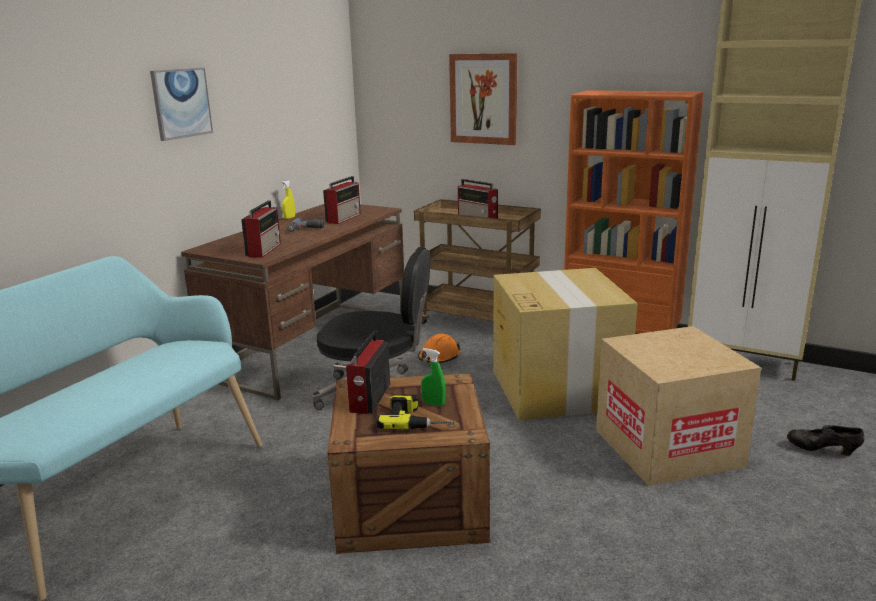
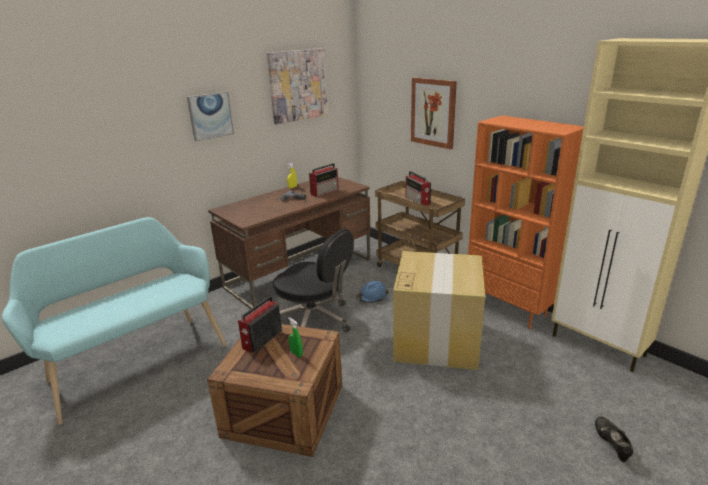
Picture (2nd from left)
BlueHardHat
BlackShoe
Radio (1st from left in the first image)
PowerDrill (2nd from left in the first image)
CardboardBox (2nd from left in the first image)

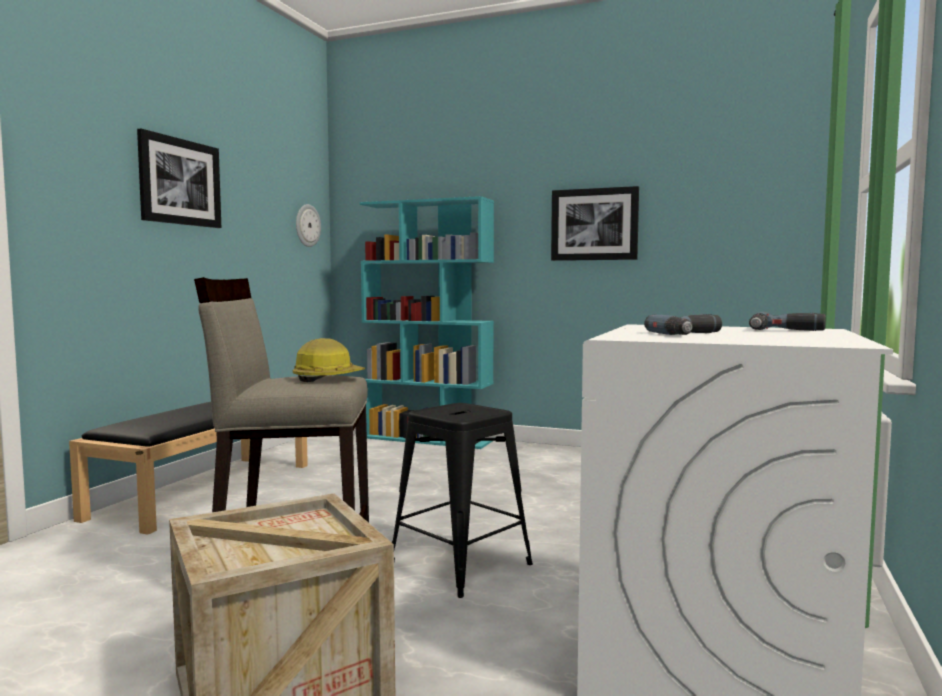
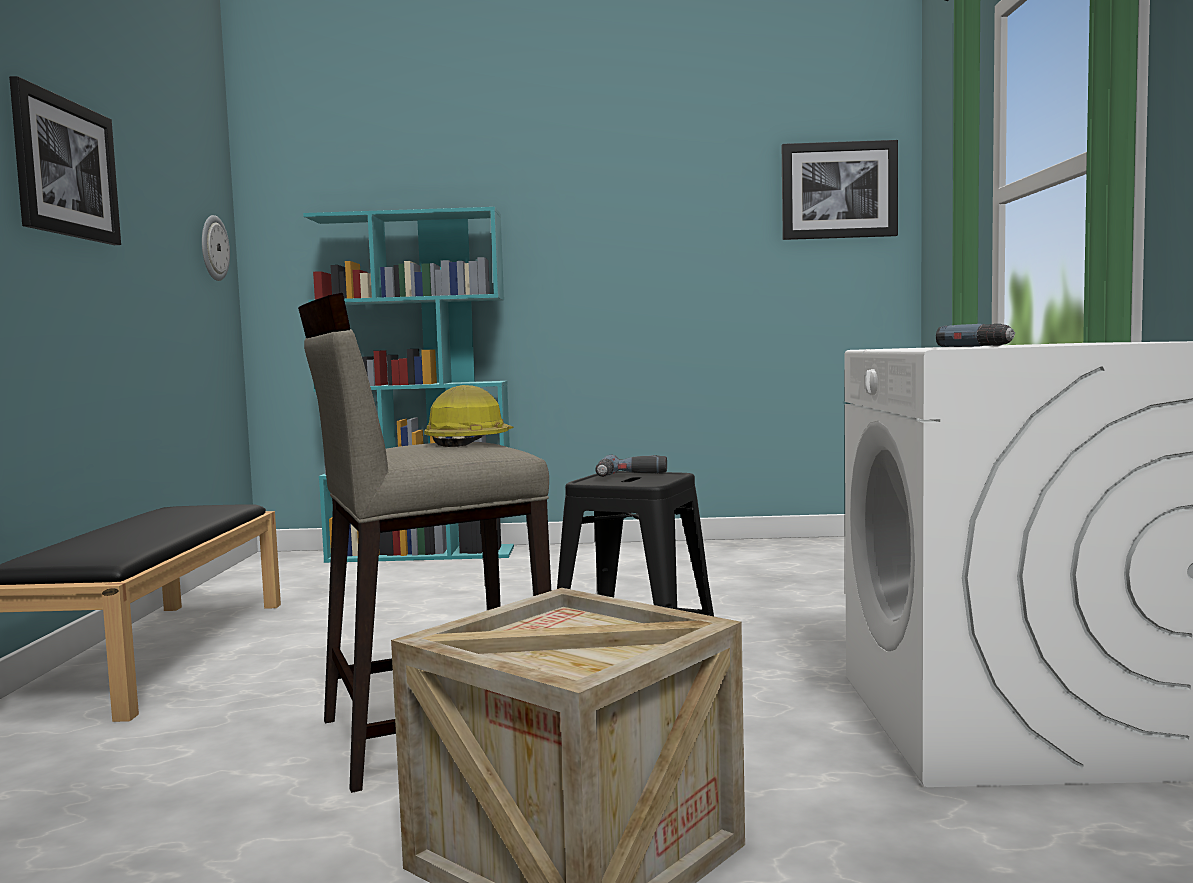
PowerDrill (1st from left)
Picture (2nd from left)

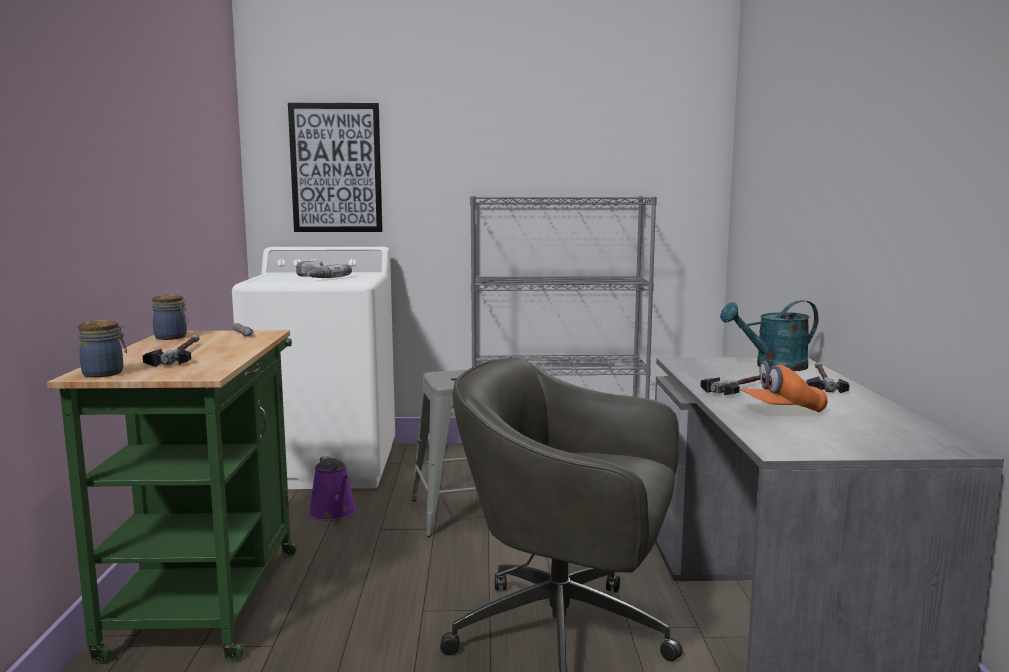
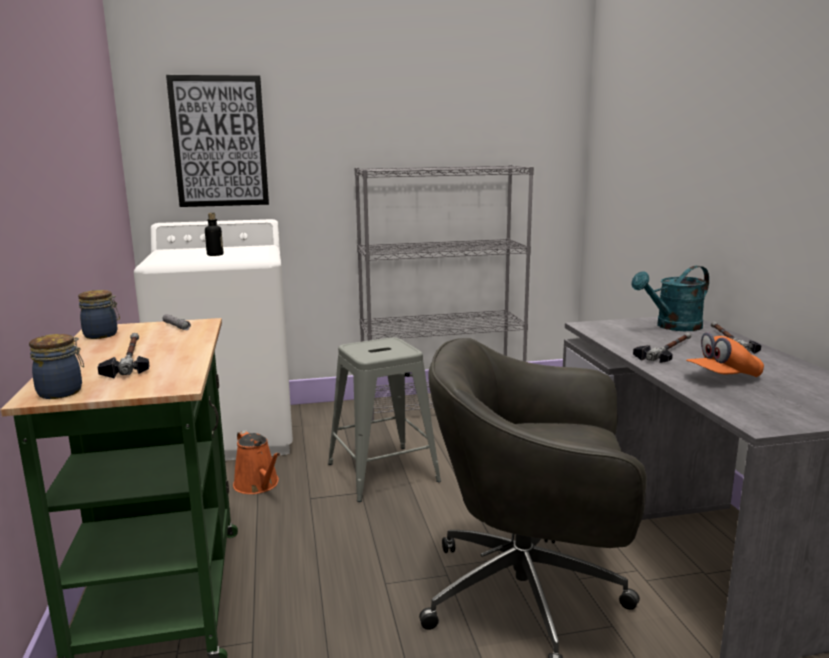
Bottle
OrangeWateringCan

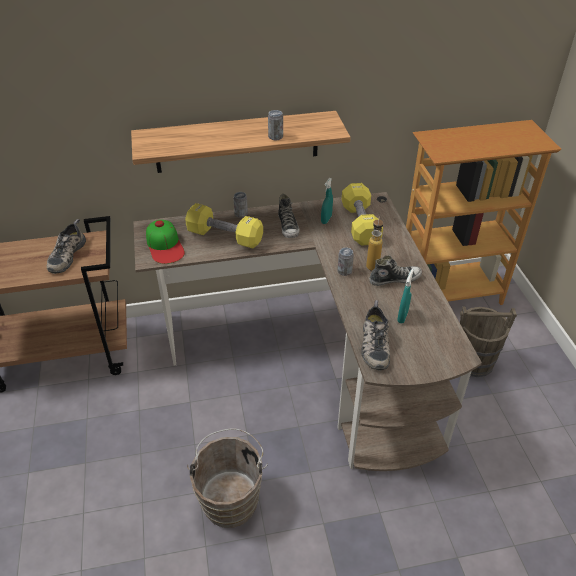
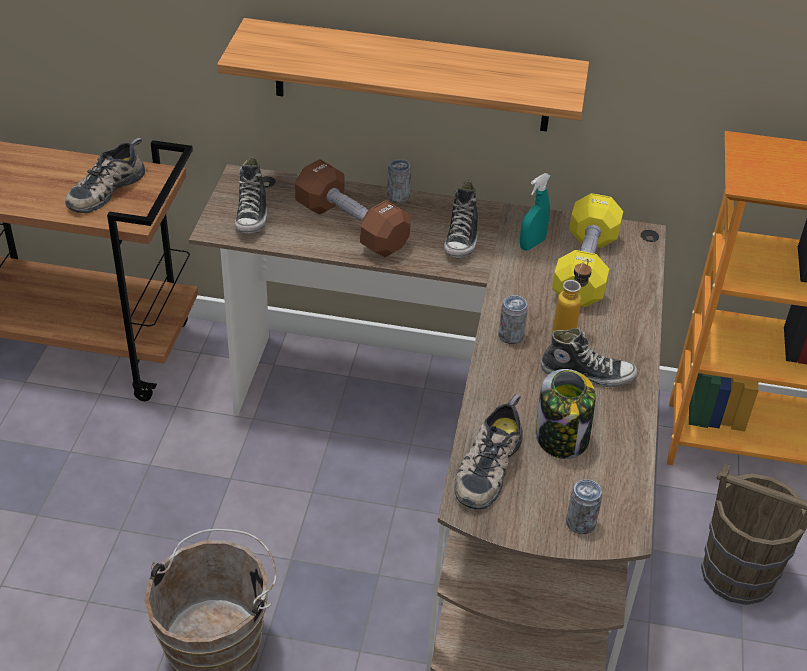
Shoe (2nd from left)
BrownDumbbell
Jar
Can (3rd from left)

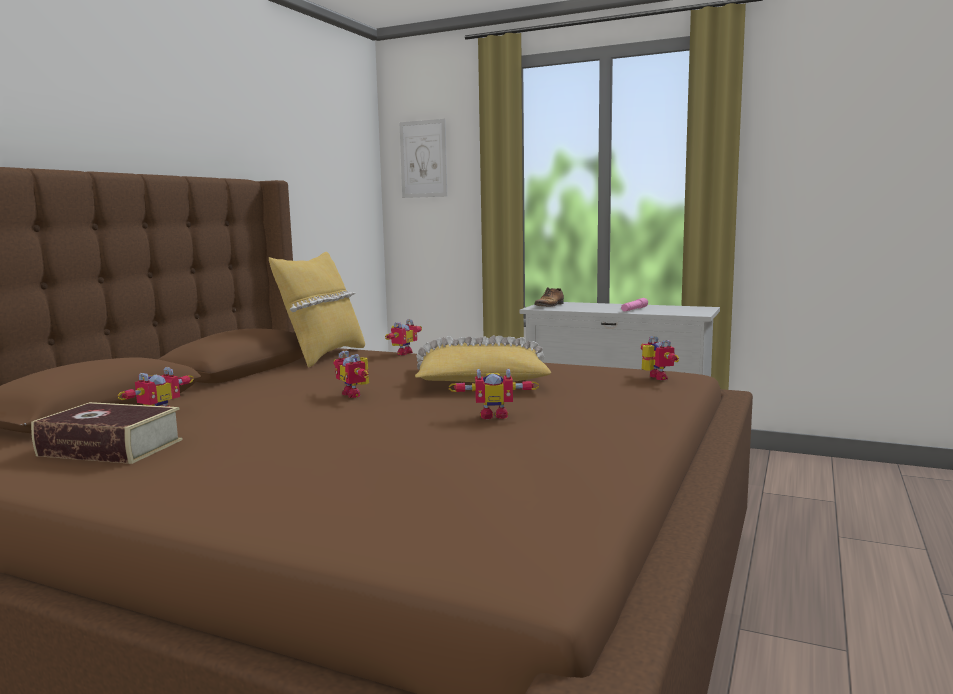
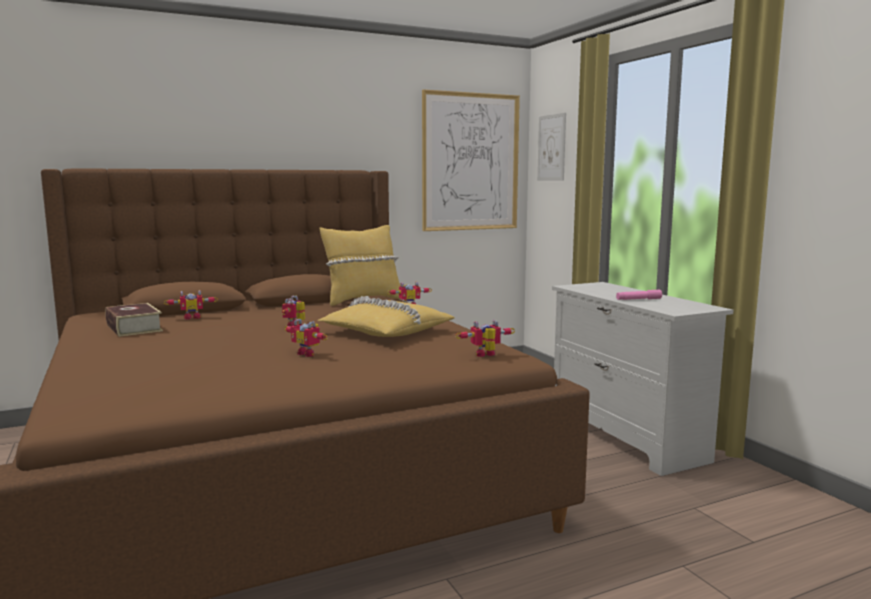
Picture (1st from left)
ToyRobot (5th from left)
Shoe

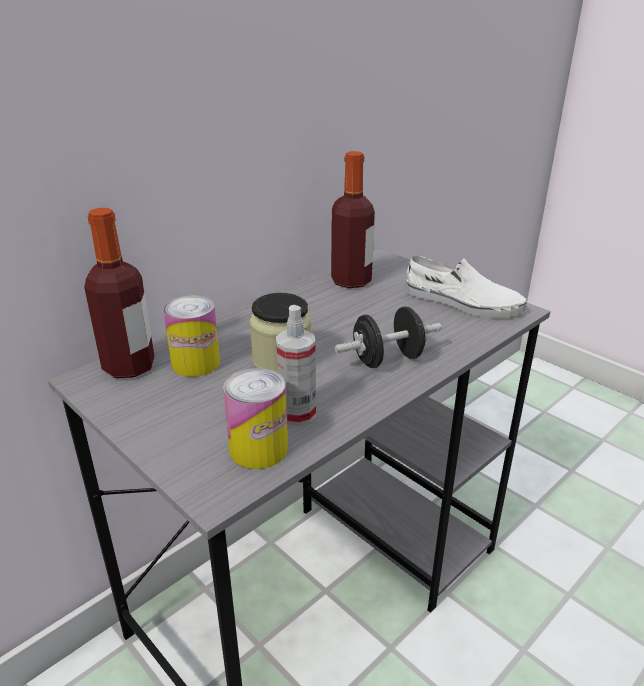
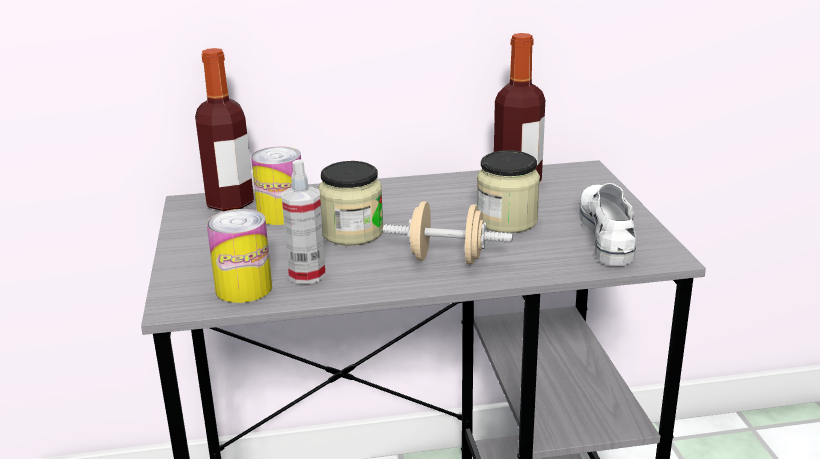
BeigeDumbbell
Jar (2nd from left)
WhiteShoe

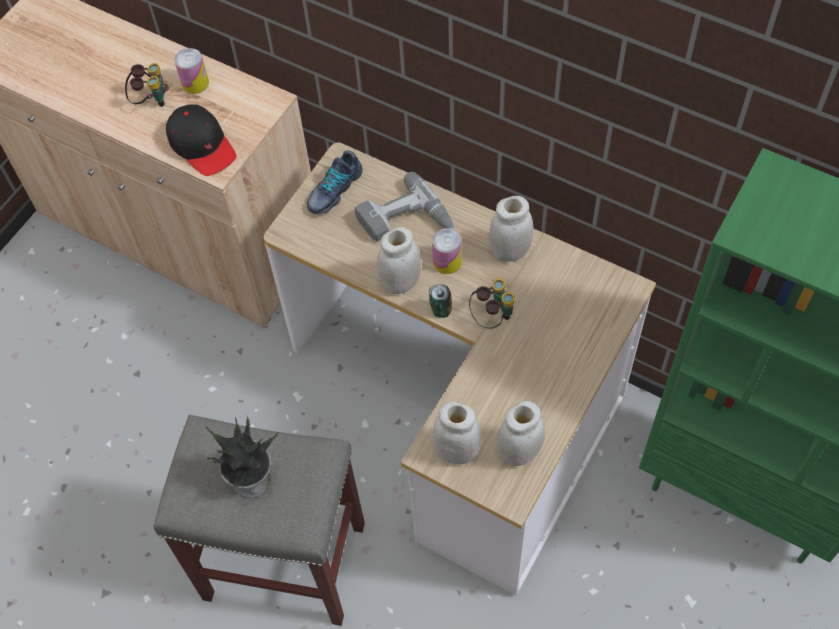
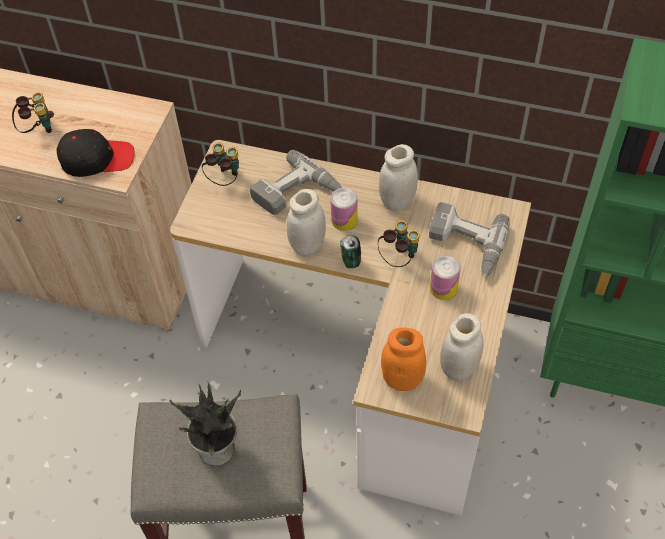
BlackCap
Binoculars (2nd from left)
OrangeJar
PowerDrill (2nd from left)
Can (3rd from left)

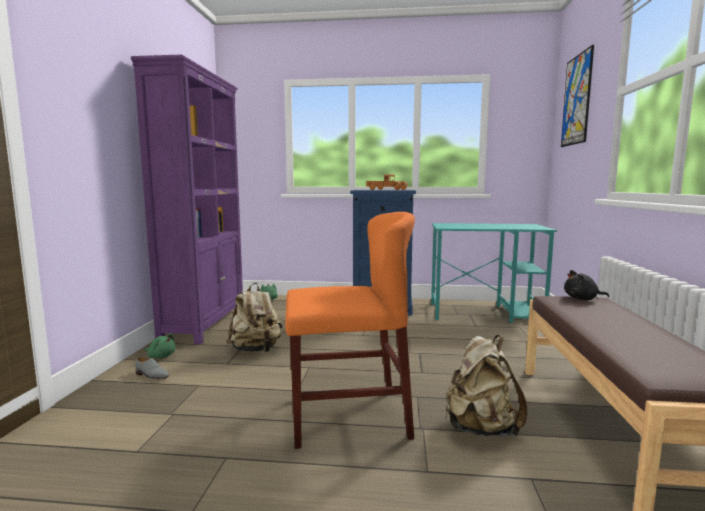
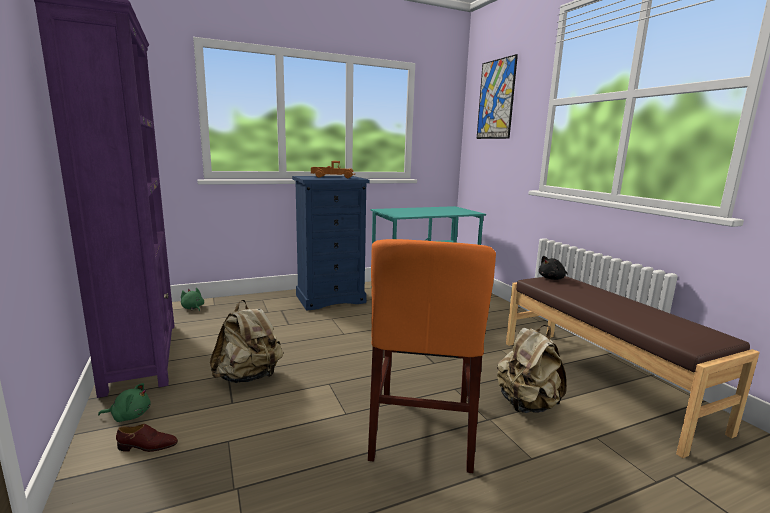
BrownShoe
OrangeChair

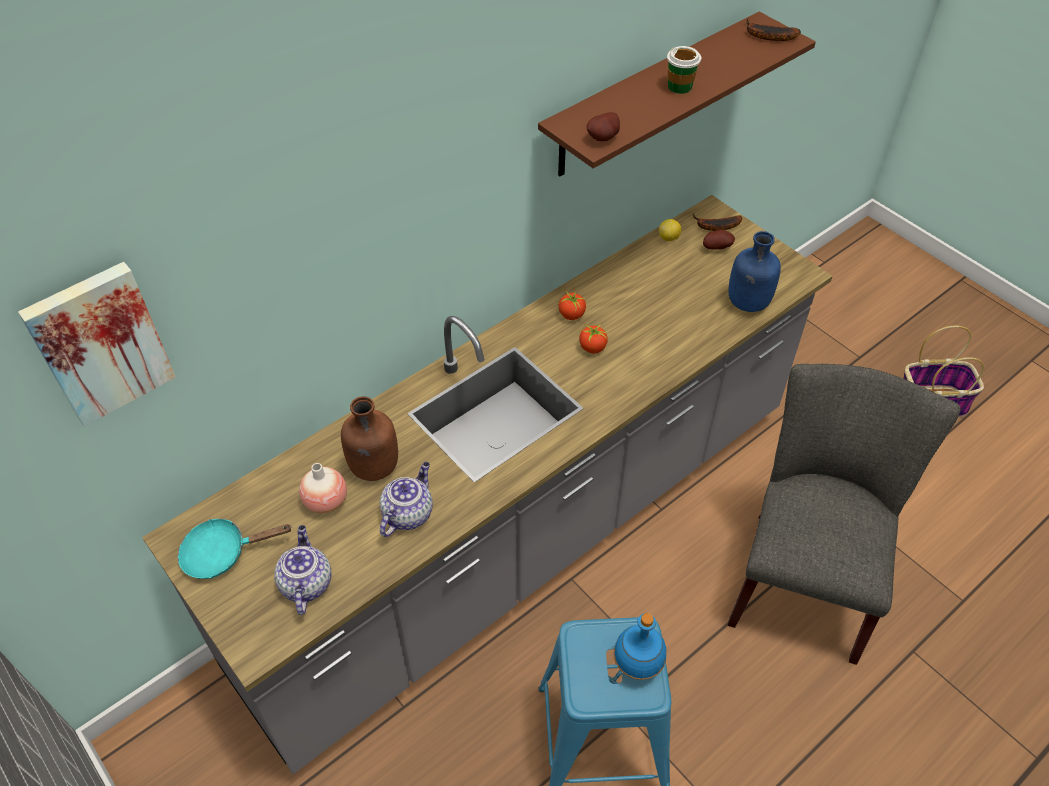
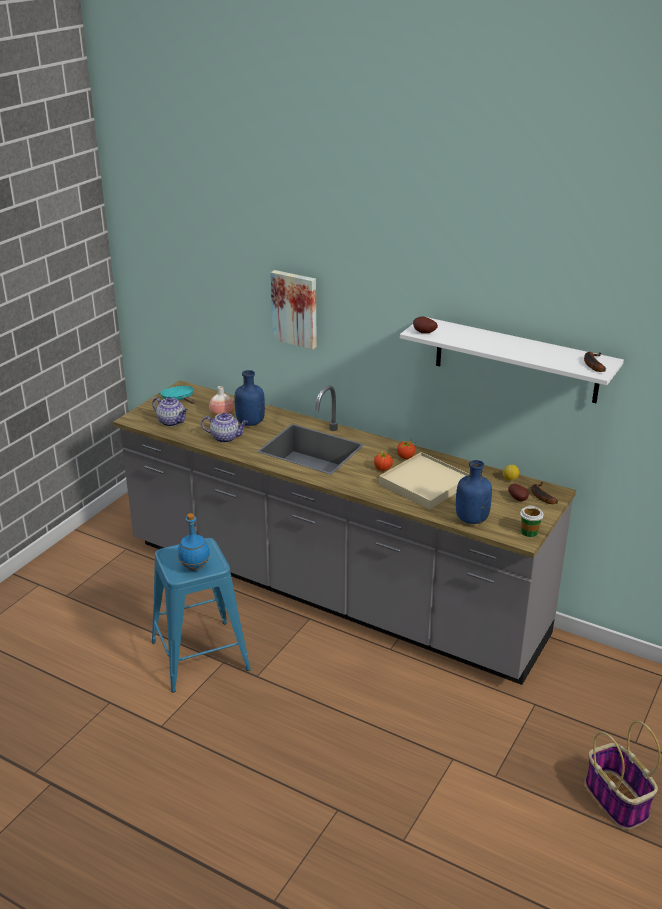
Teapot (1st from left)
BlueBottle (2nd from left)
Picture
BeigeTray
WhiteShelf
Cup
GreyChair

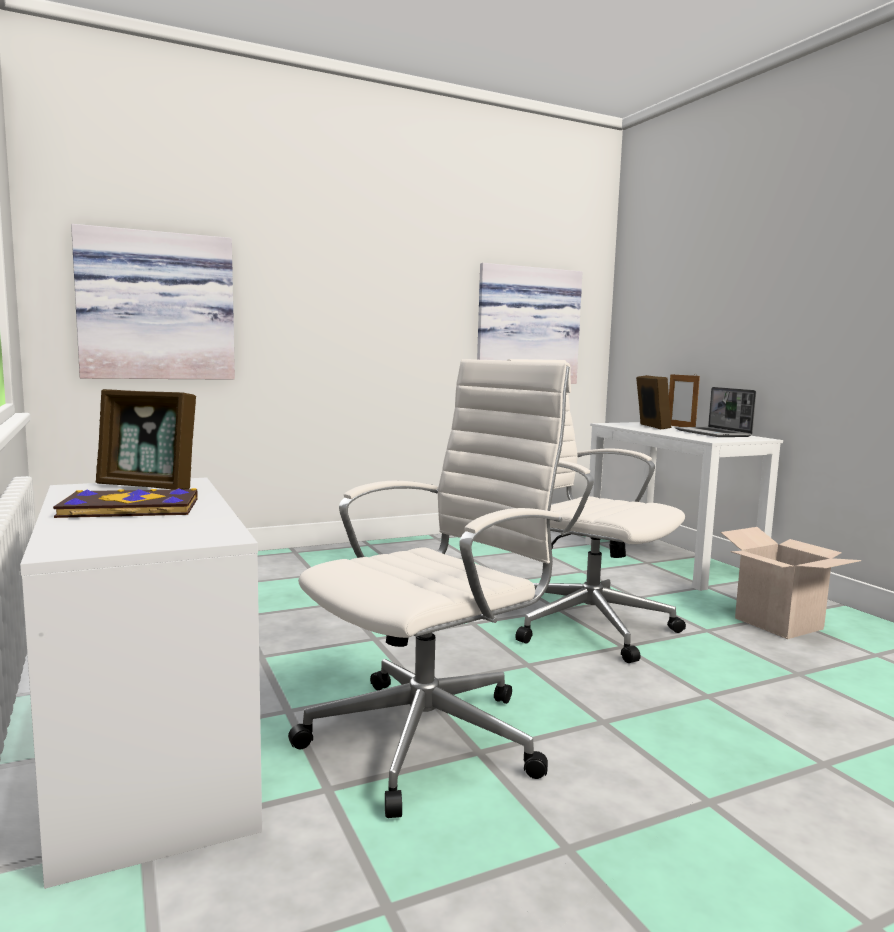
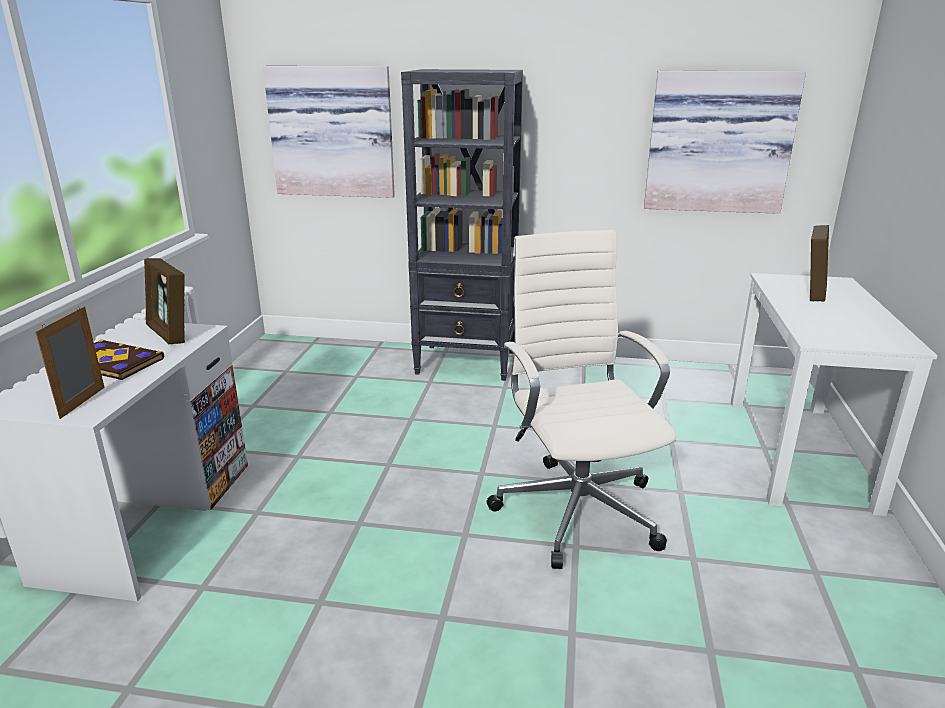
PictureFrame (1st from left)
BlackBookcase
WhiteOfficeChair (1st from left in the first image)
Laptop
CardboardBox

